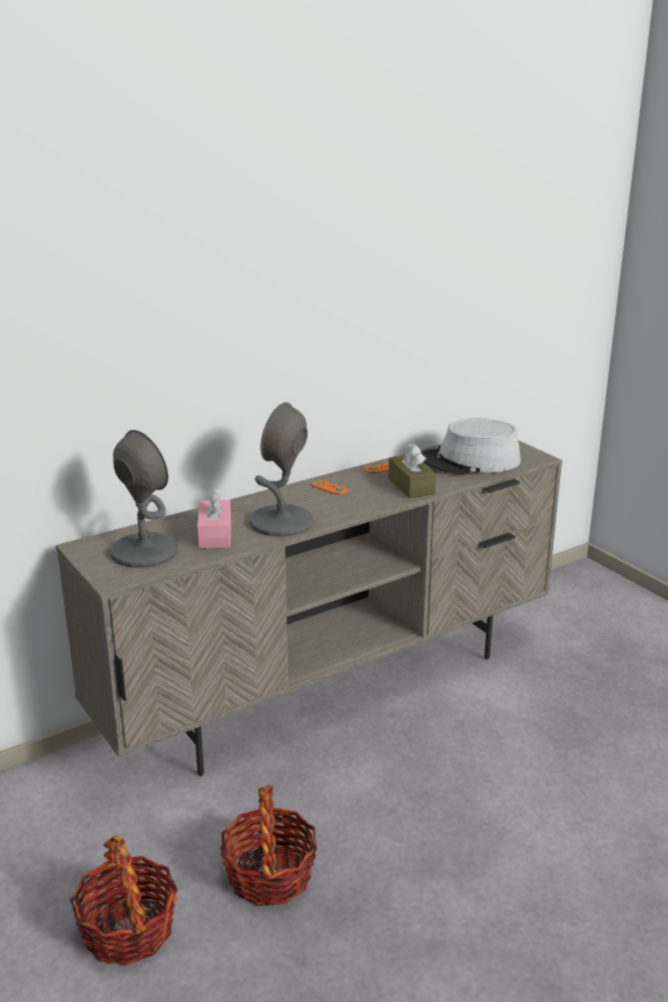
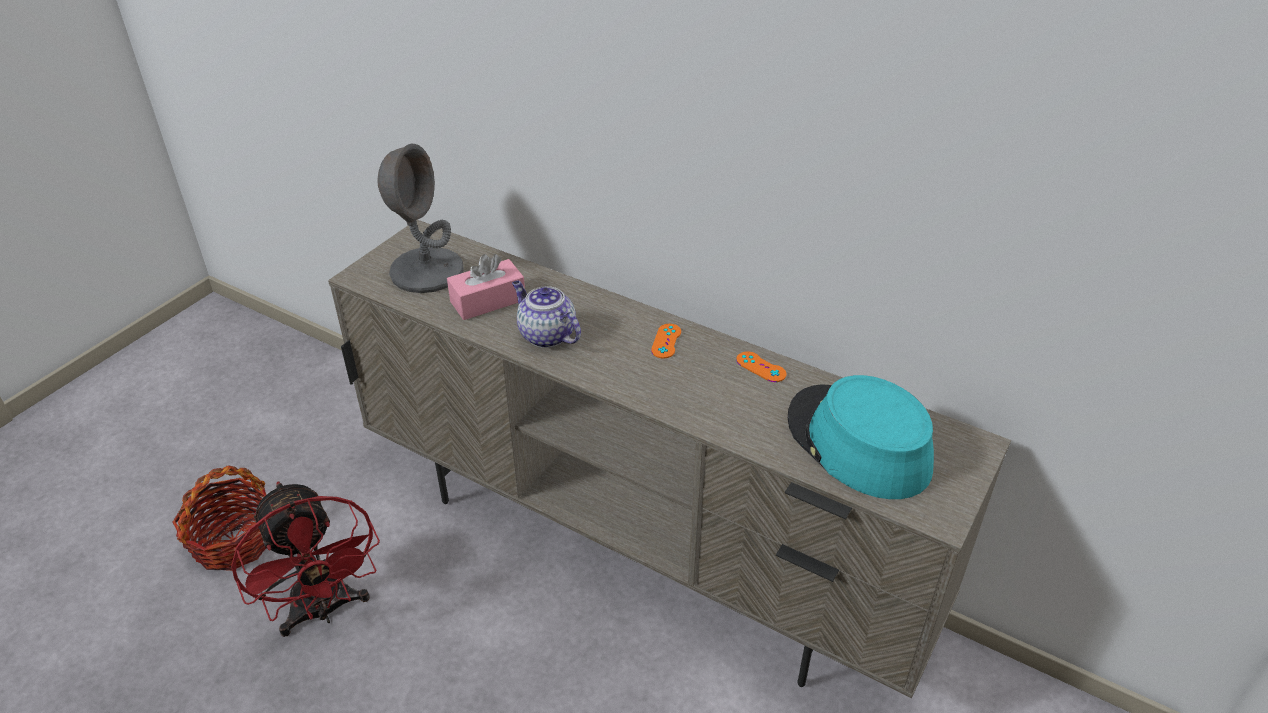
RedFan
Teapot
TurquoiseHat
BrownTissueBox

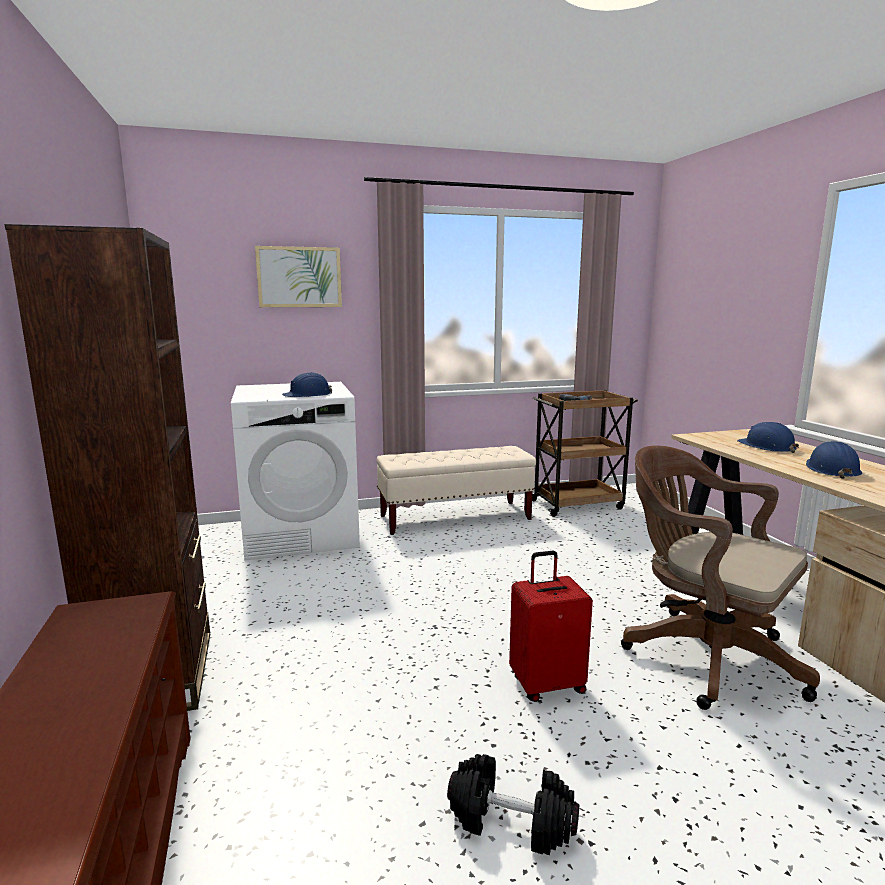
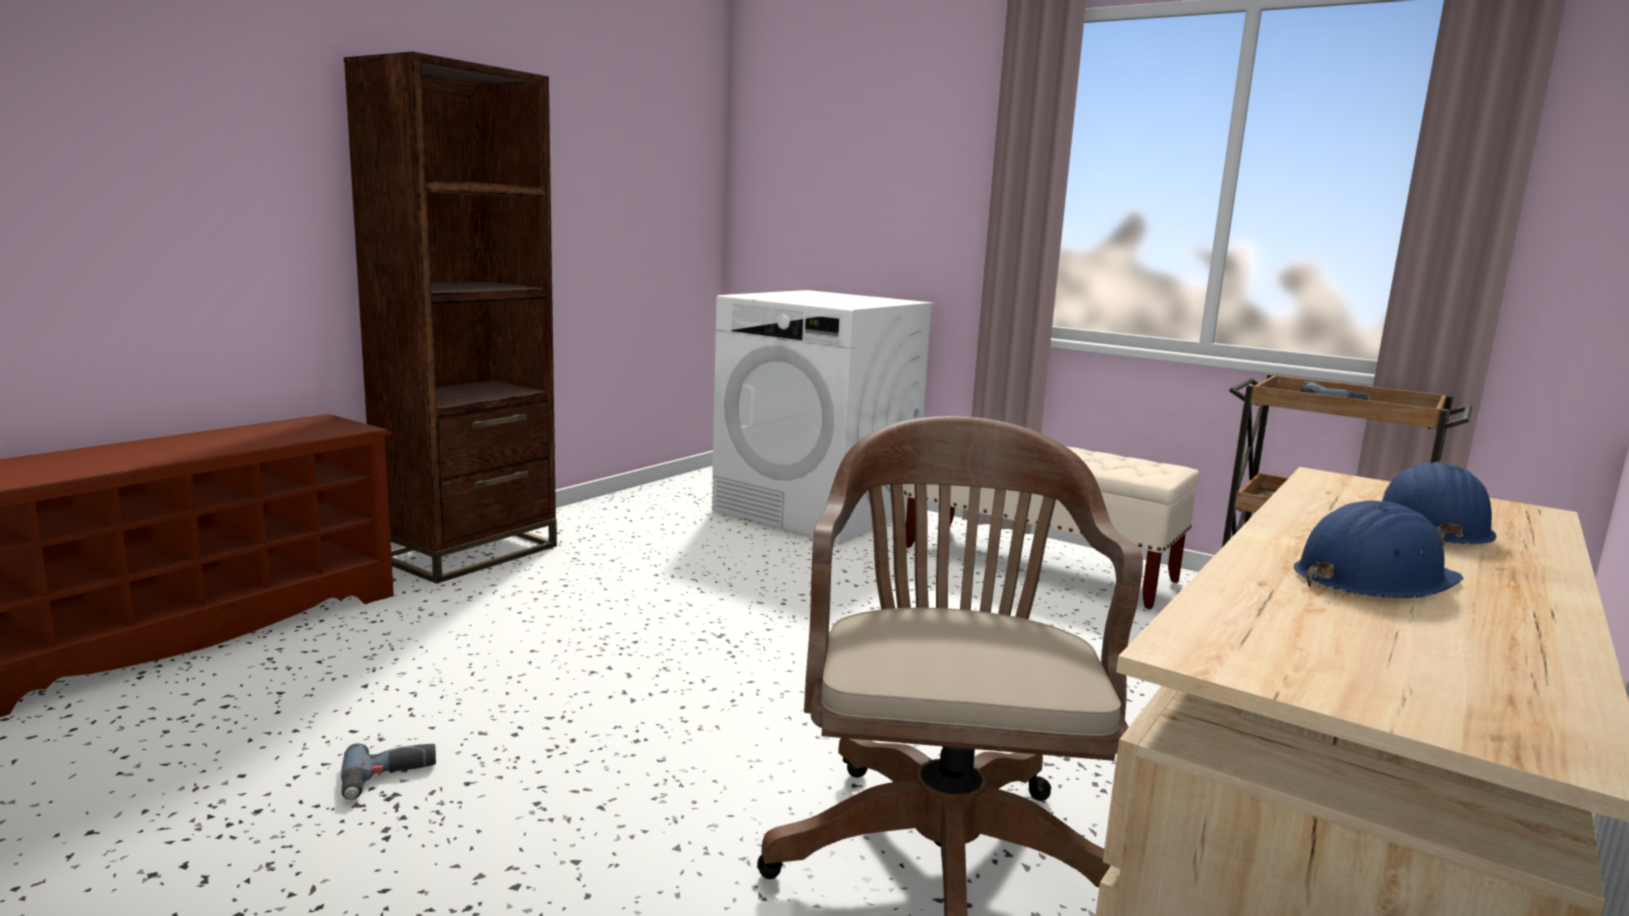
PowerDrill (1st from left)
Picture
BlueHardHat (1st from left in the first image)
RedSuitcase

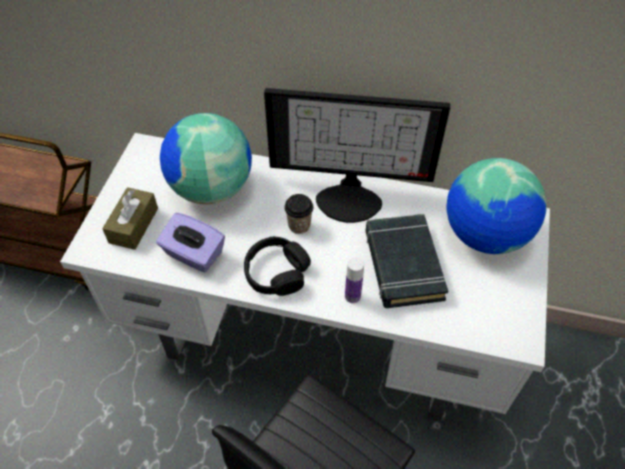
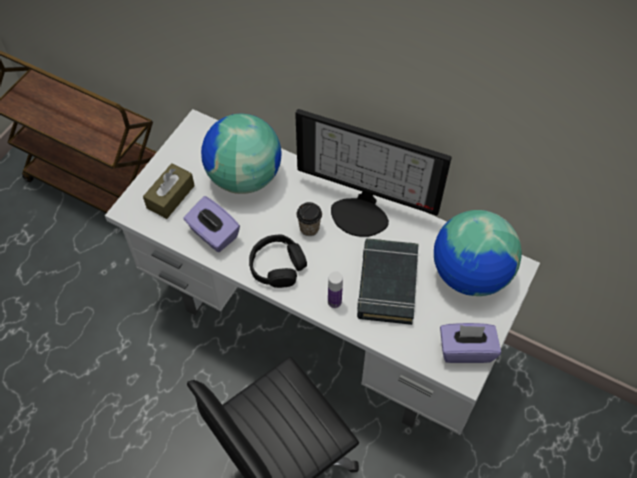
PurpleTissueBox (2nd from left)

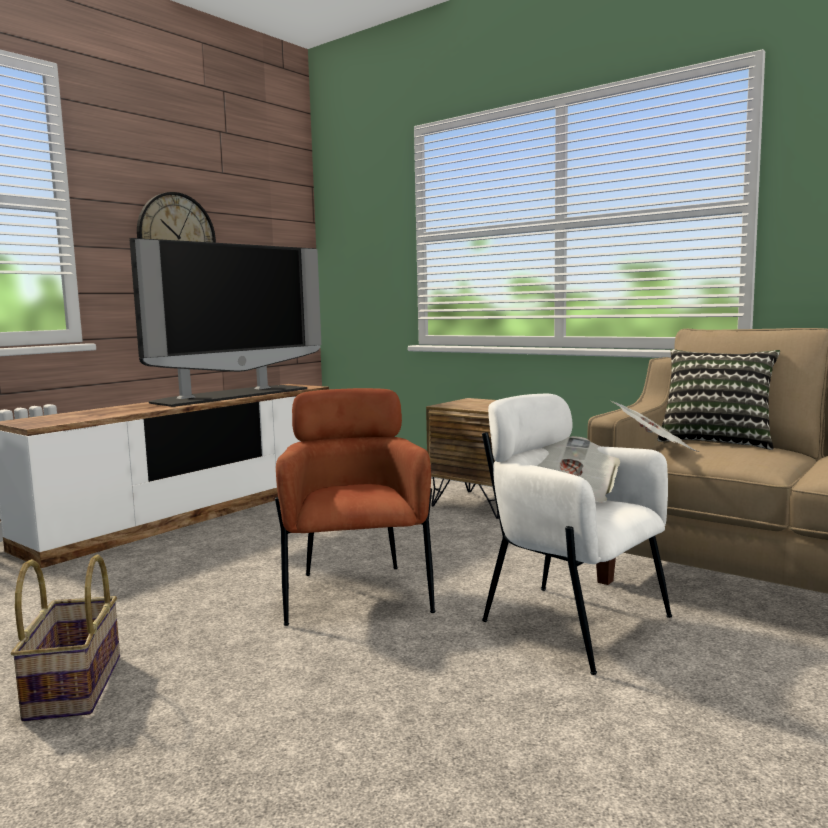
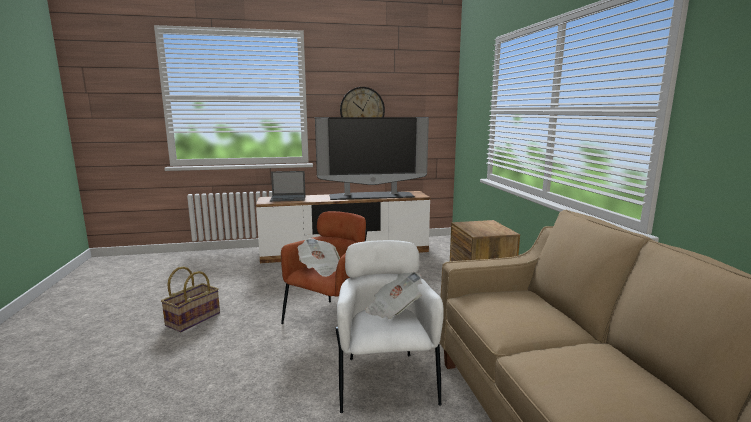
Laptop
Newspaper (1st from left)
Pillow

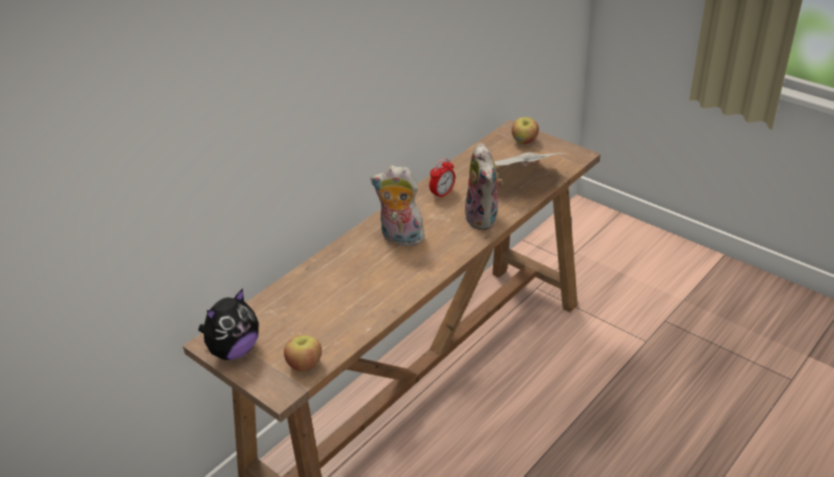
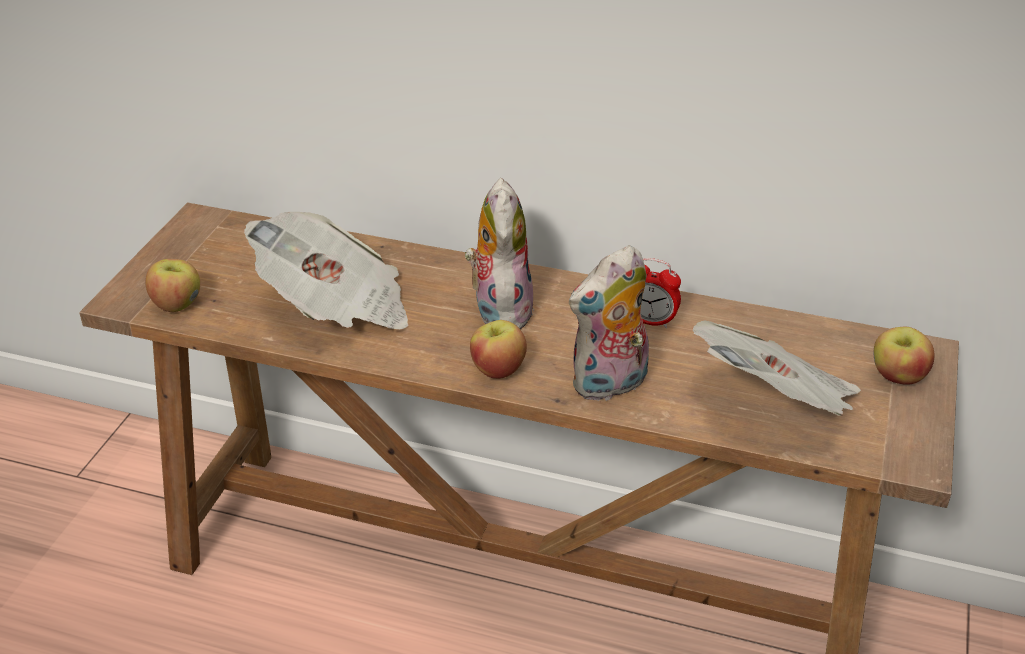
Newspaper (1st from left)
Apple (2nd from left)
PlushToy (1st from left in the first image)

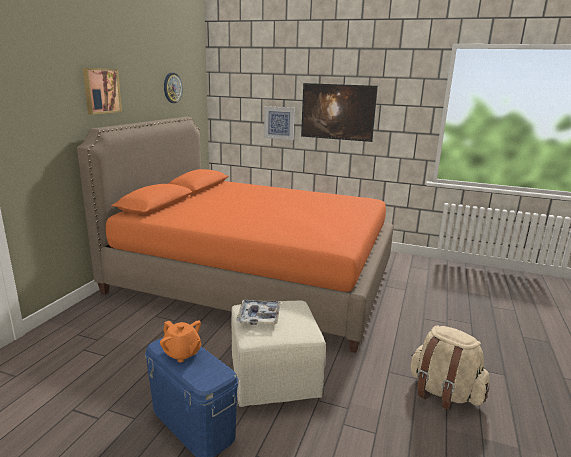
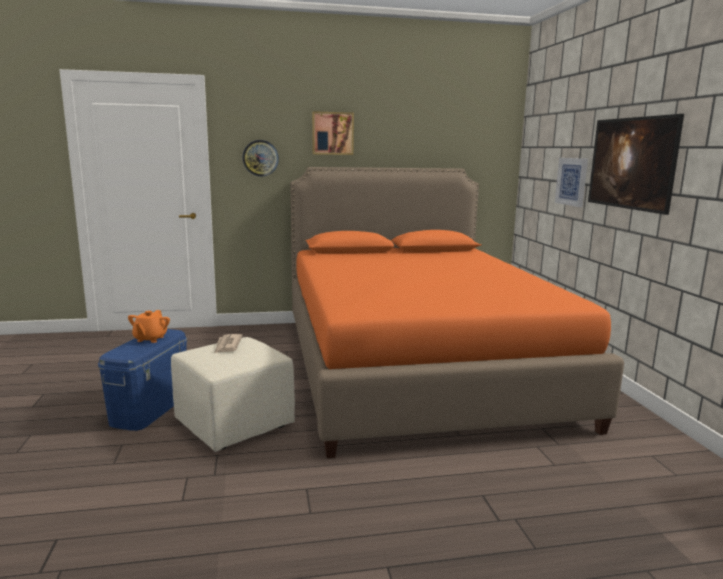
Newspaper
WallClock
BeigeBackpack

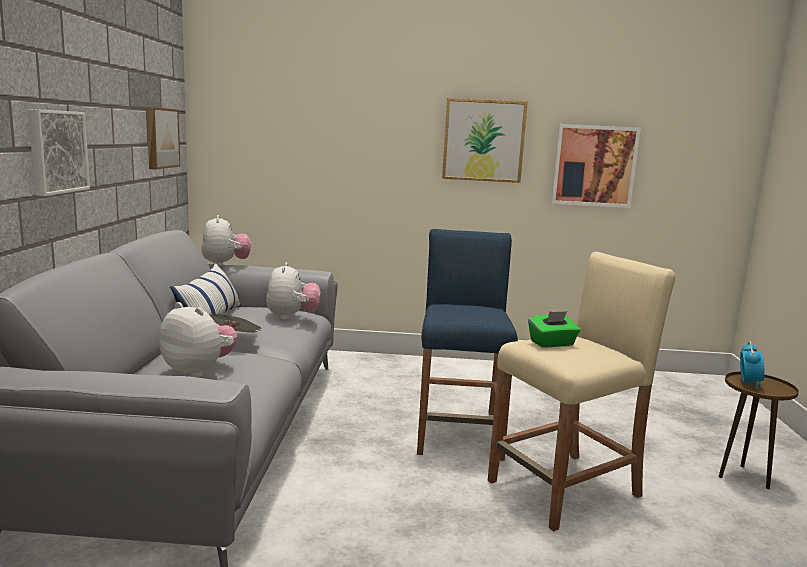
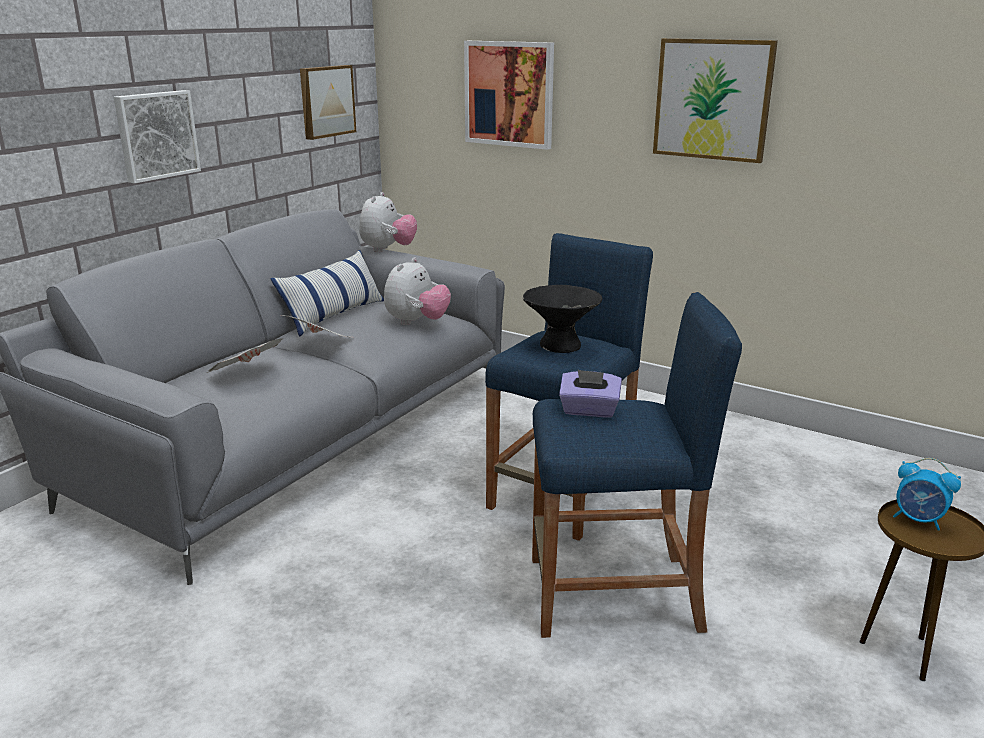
Newspaper (1st from left)
Picture (3rd from left)
BlackBowl
BlueStool (2nd from left)
PurpleTissueBox
AlarmClock

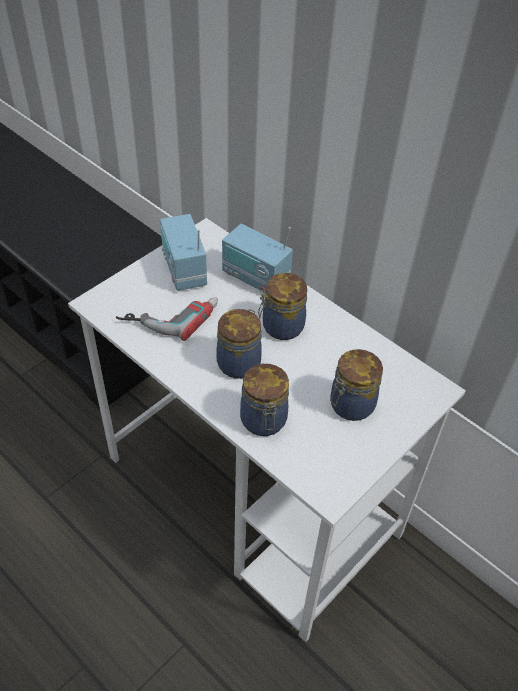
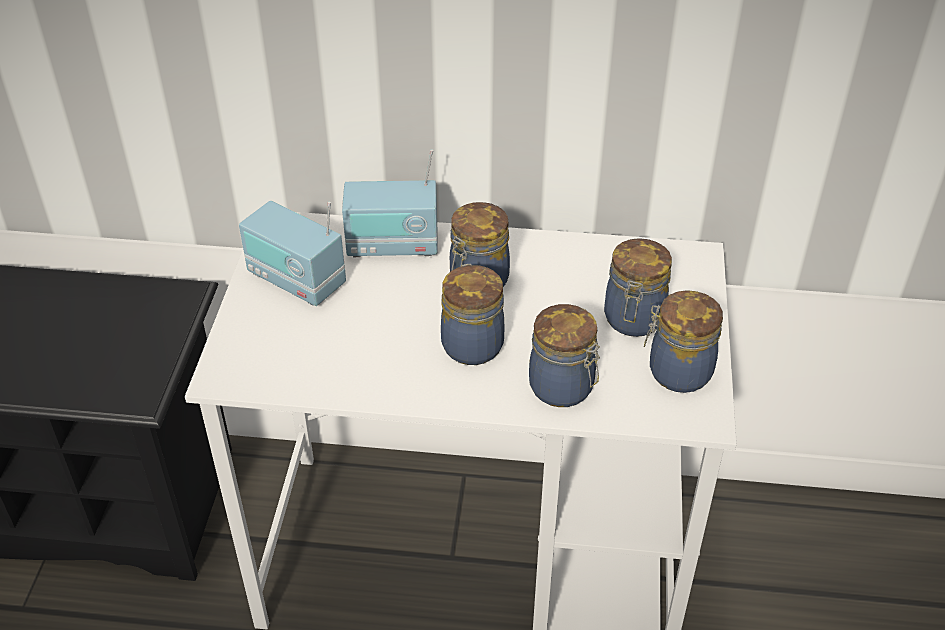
Jar (5th from left)
PowerDrill

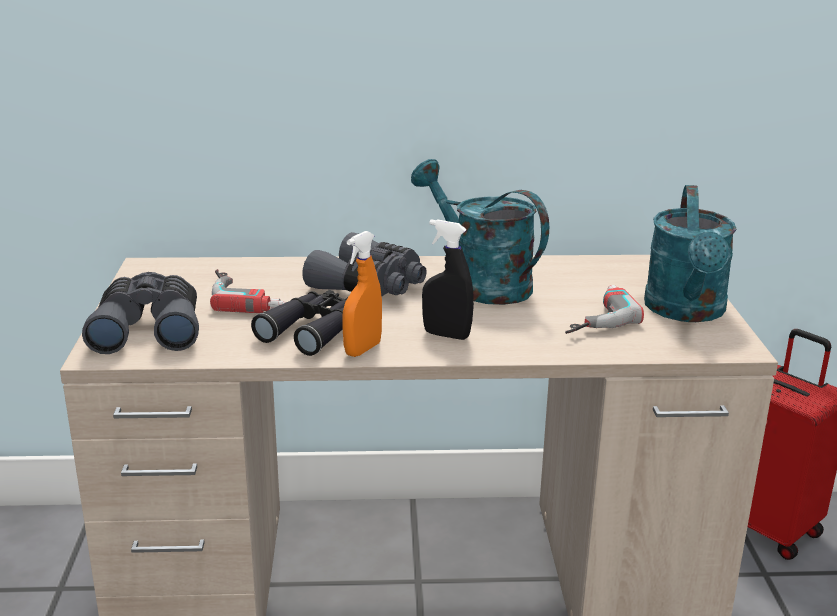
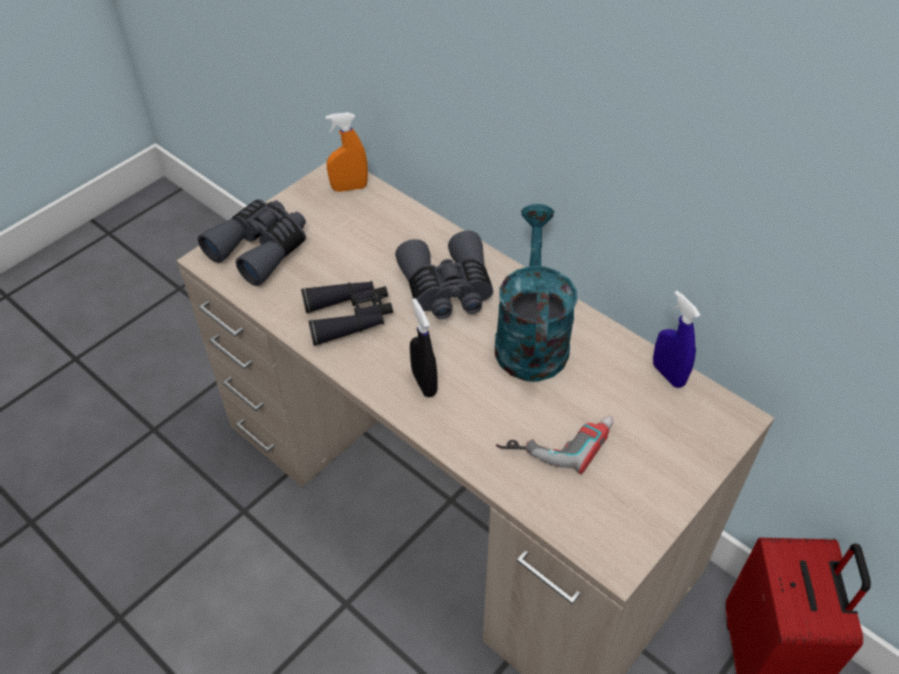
OrangeSprayBottle
BlueSprayBottle
PowerDrill (1st from left in the first image)
TurquoiseWateringCan (2nd from left in the first image)

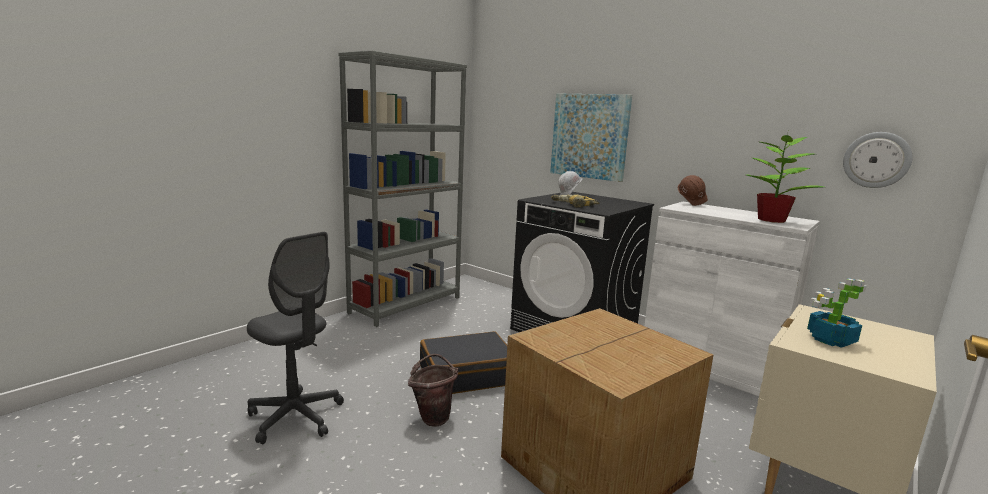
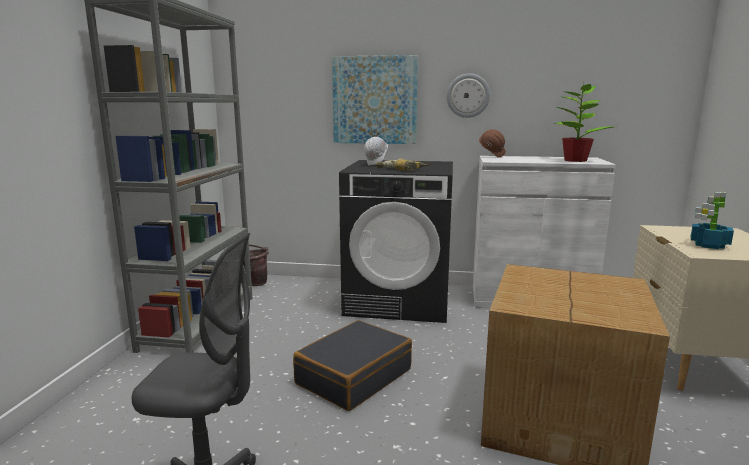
BrownBucket
WallClock

